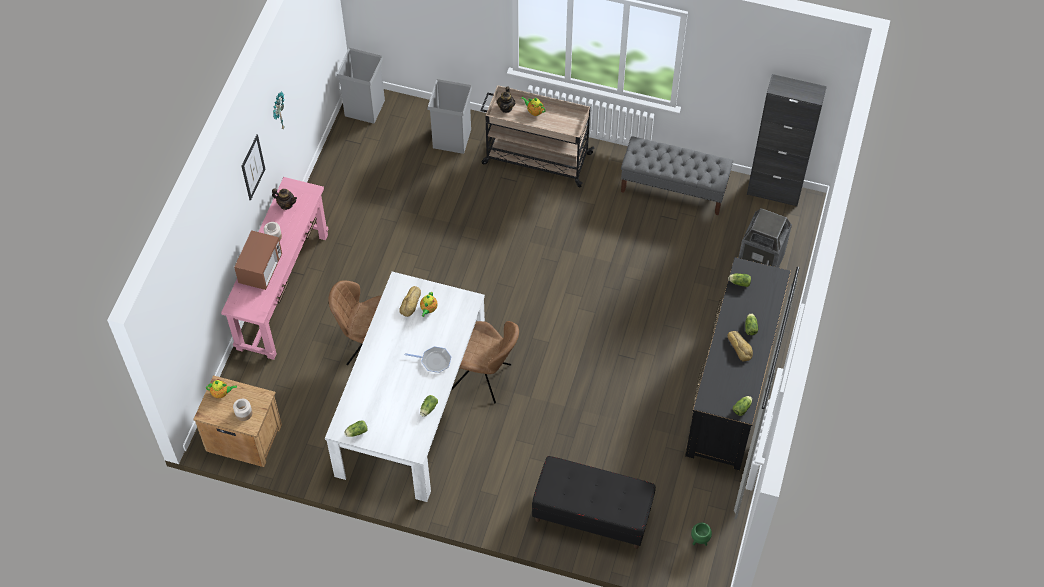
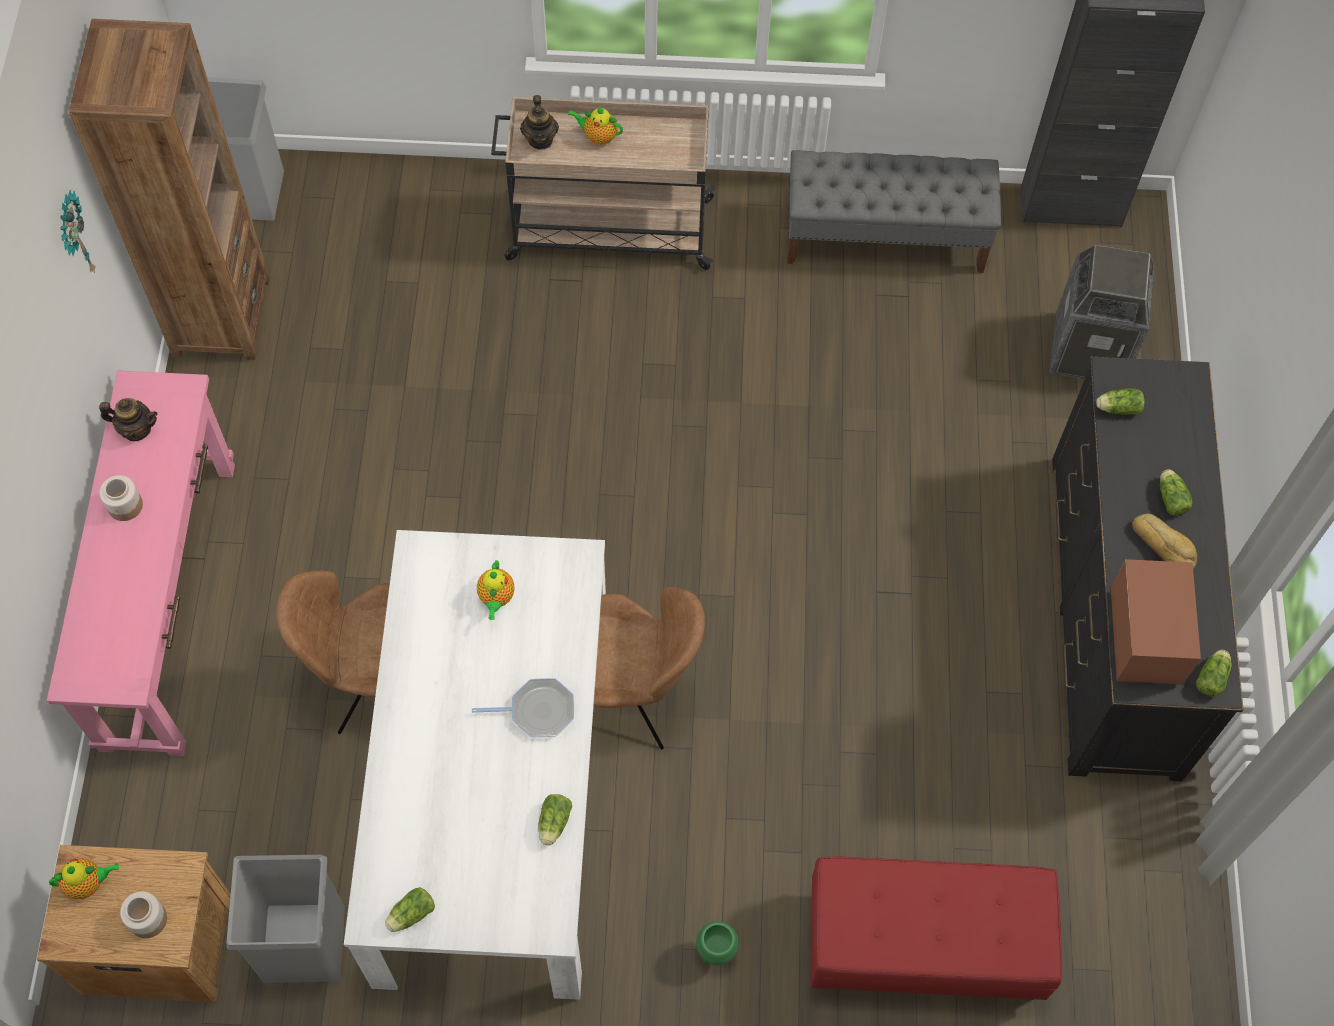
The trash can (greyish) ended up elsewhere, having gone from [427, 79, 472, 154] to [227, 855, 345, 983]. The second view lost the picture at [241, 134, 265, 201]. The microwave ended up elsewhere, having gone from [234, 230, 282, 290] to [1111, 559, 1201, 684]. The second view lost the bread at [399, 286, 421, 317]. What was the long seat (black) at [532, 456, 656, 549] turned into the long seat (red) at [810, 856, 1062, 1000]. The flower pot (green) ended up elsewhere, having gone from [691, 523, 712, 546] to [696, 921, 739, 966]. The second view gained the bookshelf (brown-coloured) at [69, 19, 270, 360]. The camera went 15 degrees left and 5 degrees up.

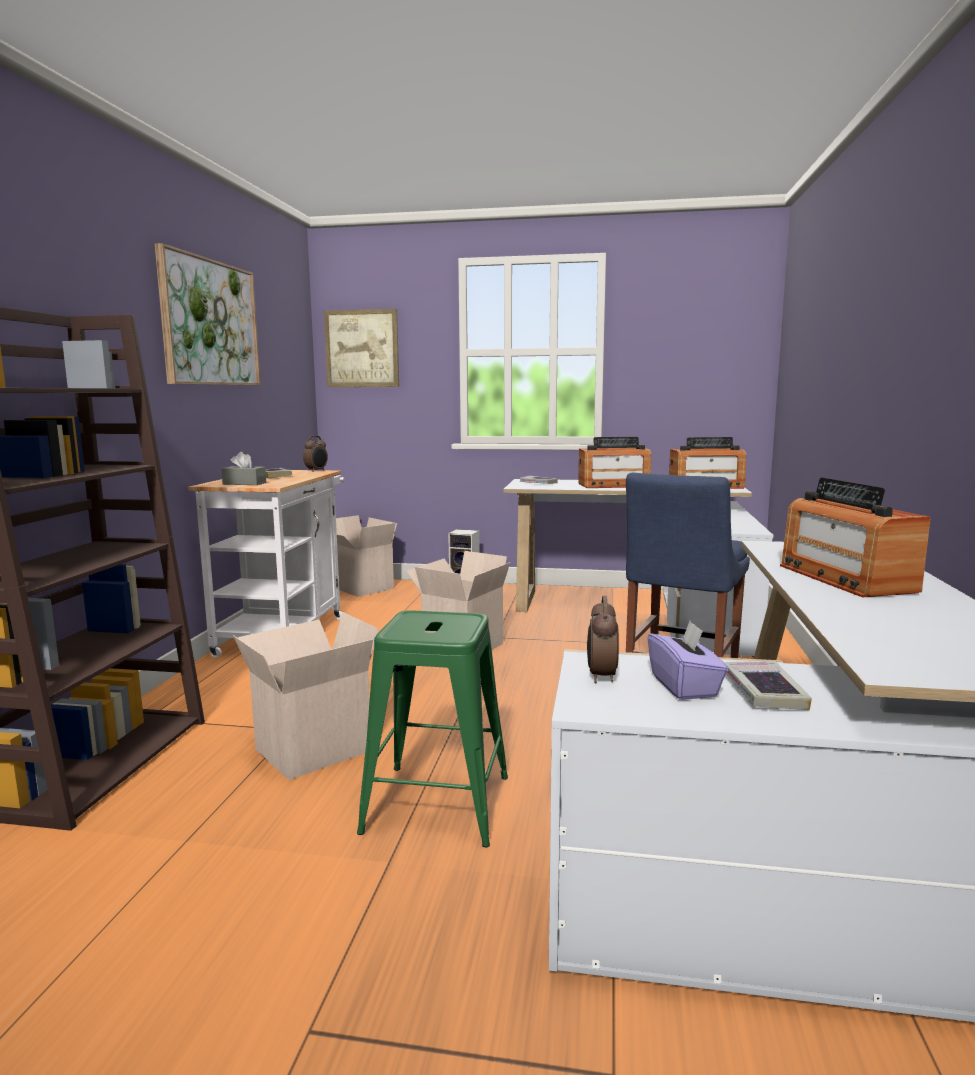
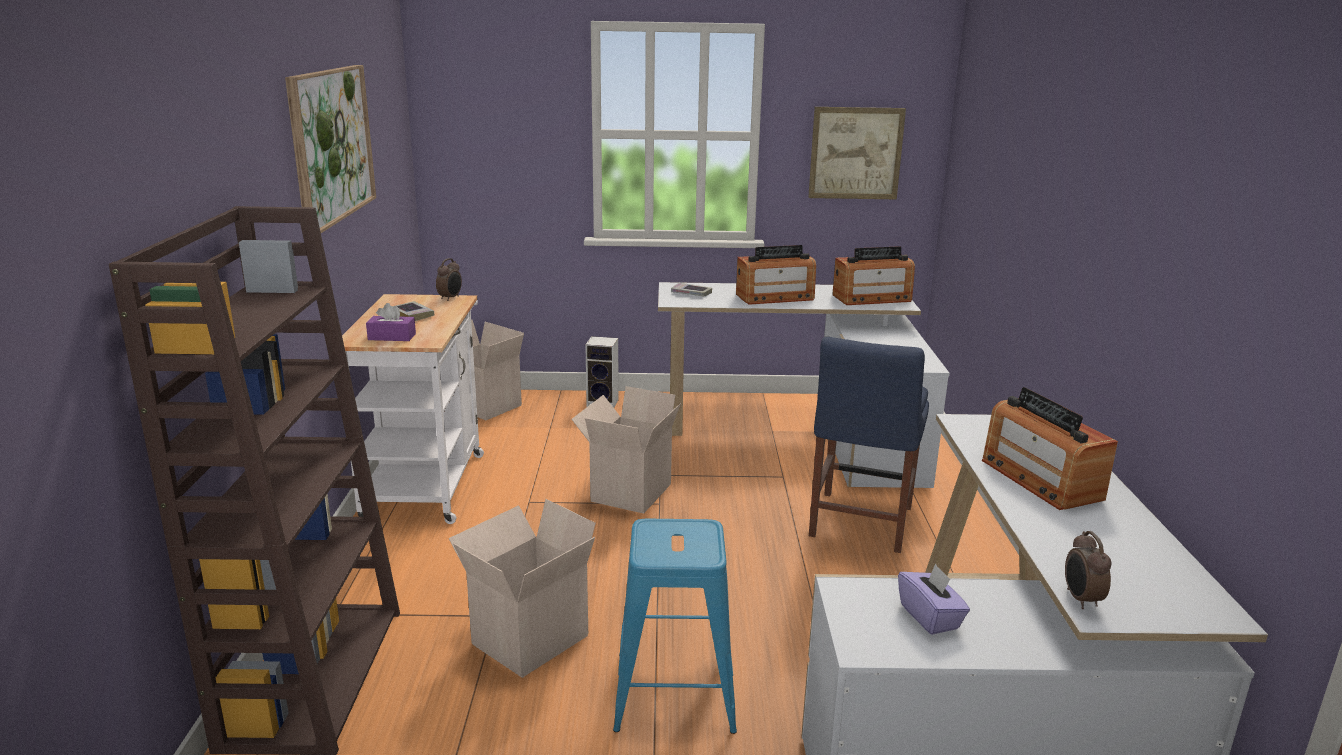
The picture ended up elsewhere, having gone from [324, 309, 399, 387] to [808, 107, 906, 199]. What was the tissue holder (greyish) at [221, 452, 266, 485] turned into the tissue holder (purplish) at [366, 303, 416, 341]. The alarm clock ended up elsewhere, having gone from [587, 596, 619, 683] to [1065, 531, 1112, 609]. What was the sitting stool (green) at [357, 610, 508, 847] turned into the sitting stool (bluish) at [613, 519, 737, 734]. The second view lost the volume at [725, 661, 812, 710]. The camera went 10 degrees left and 10 degrees up.

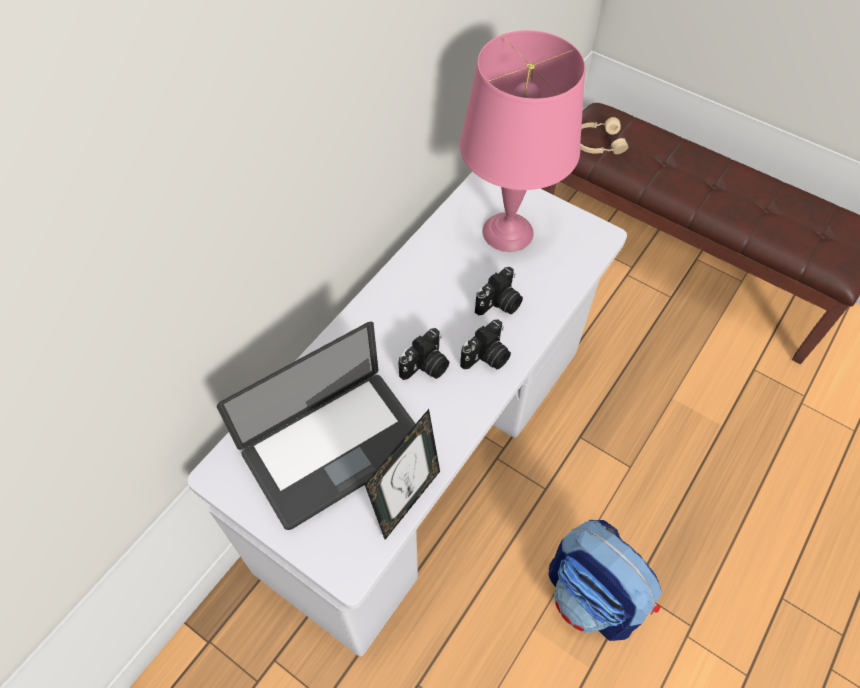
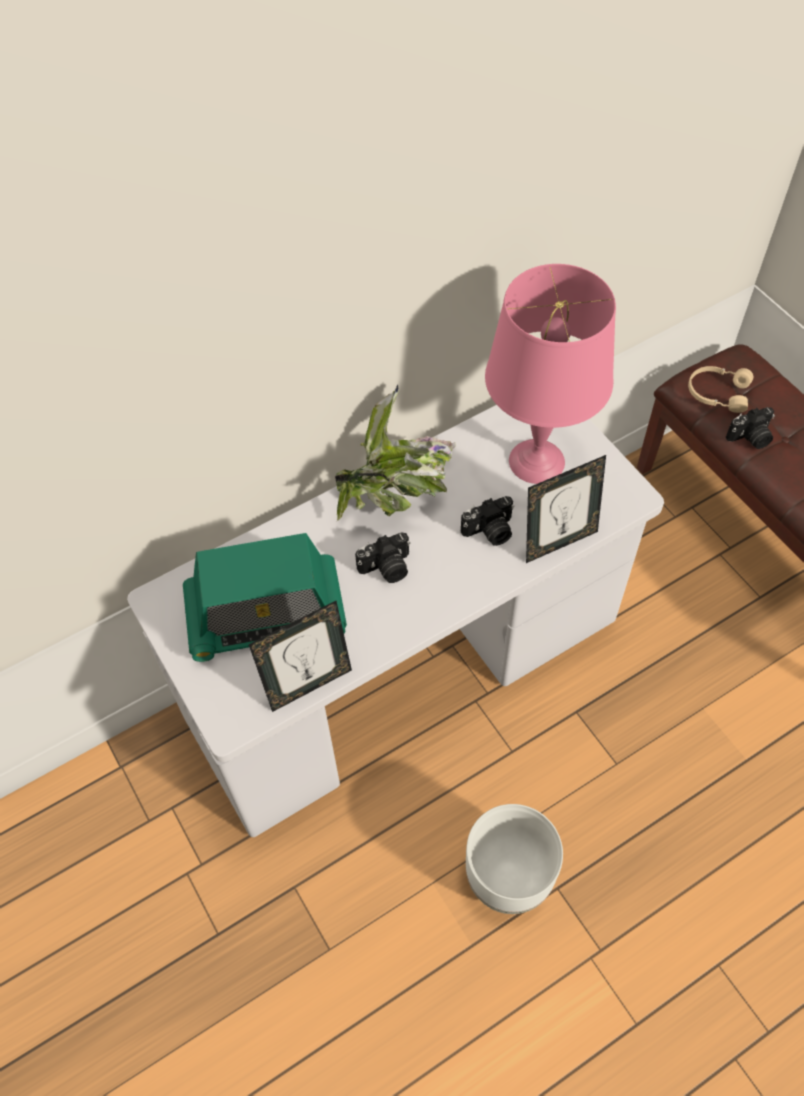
The photo camera ended up elsewhere, having gone from [460, 319, 511, 369] to [726, 407, 775, 449]. Where the laptop stood at [217, 322, 415, 530], the radio came to stand at [183, 533, 347, 662]. Where the rucksack stood at [549, 520, 662, 641], the flower pot (whitish) came to stand at [466, 804, 563, 914]. The second view gained the houseplant at [335, 384, 455, 522]. The second view gained the picture frame at [526, 455, 606, 563]. The camera went 25 degrees right and 0 degrees up.

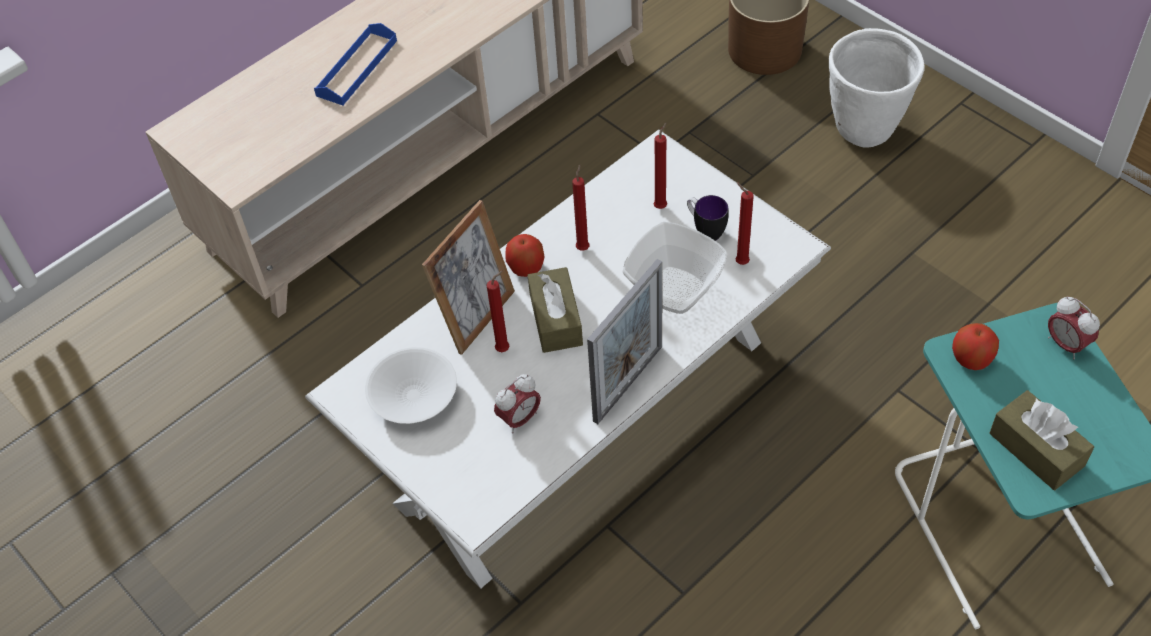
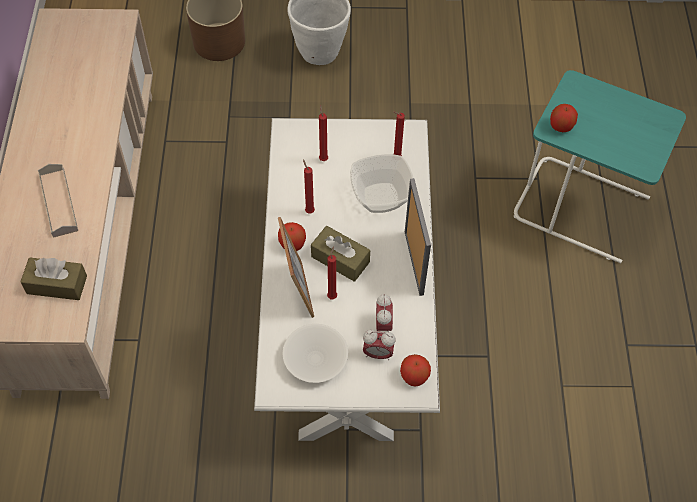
What was the carrying tray (bluish) at [314, 23, 397, 106] turned into the carrying tray (greyish) at [38, 164, 78, 238]. The second view lost the mug at [687, 195, 729, 241]. The alarm clock ended up elsewhere, having gone from [1048, 296, 1100, 359] to [363, 330, 396, 360]. The tissue holder (brown-coloured) ended up elsewhere, having gone from [990, 390, 1094, 490] to [20, 257, 87, 300]. The second view gained the apple fruit at [400, 354, 431, 387]. The camera went 50 degrees left and 5 degrees up.

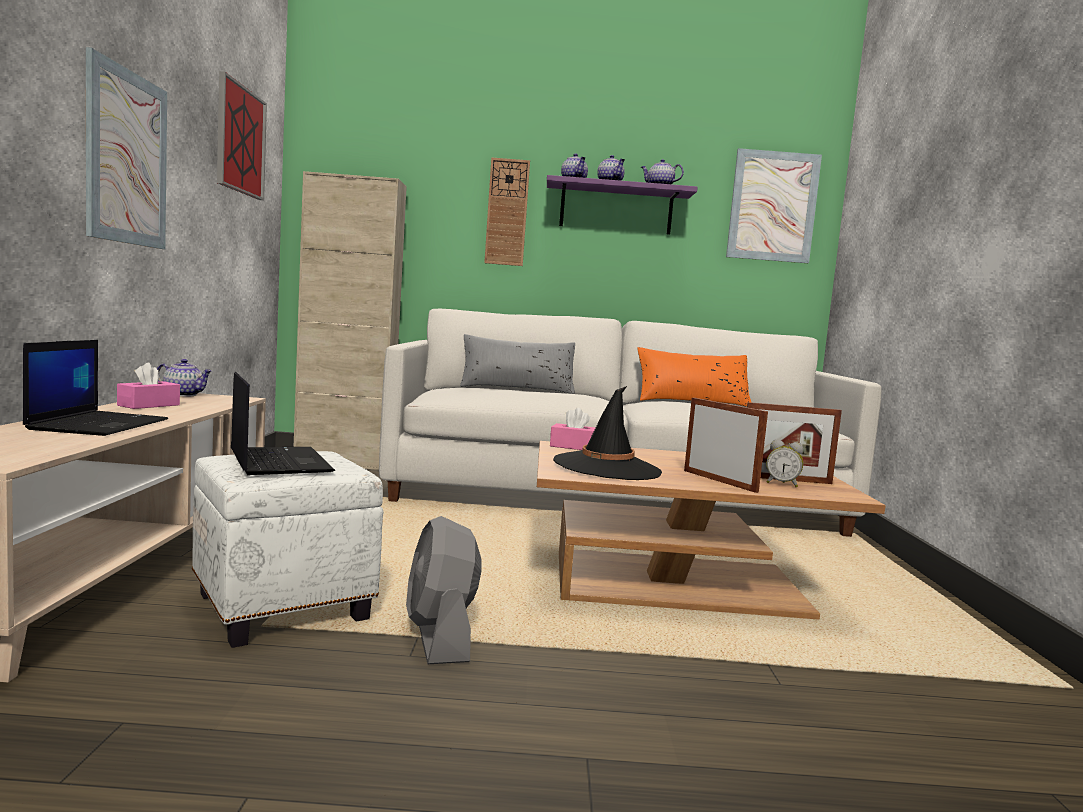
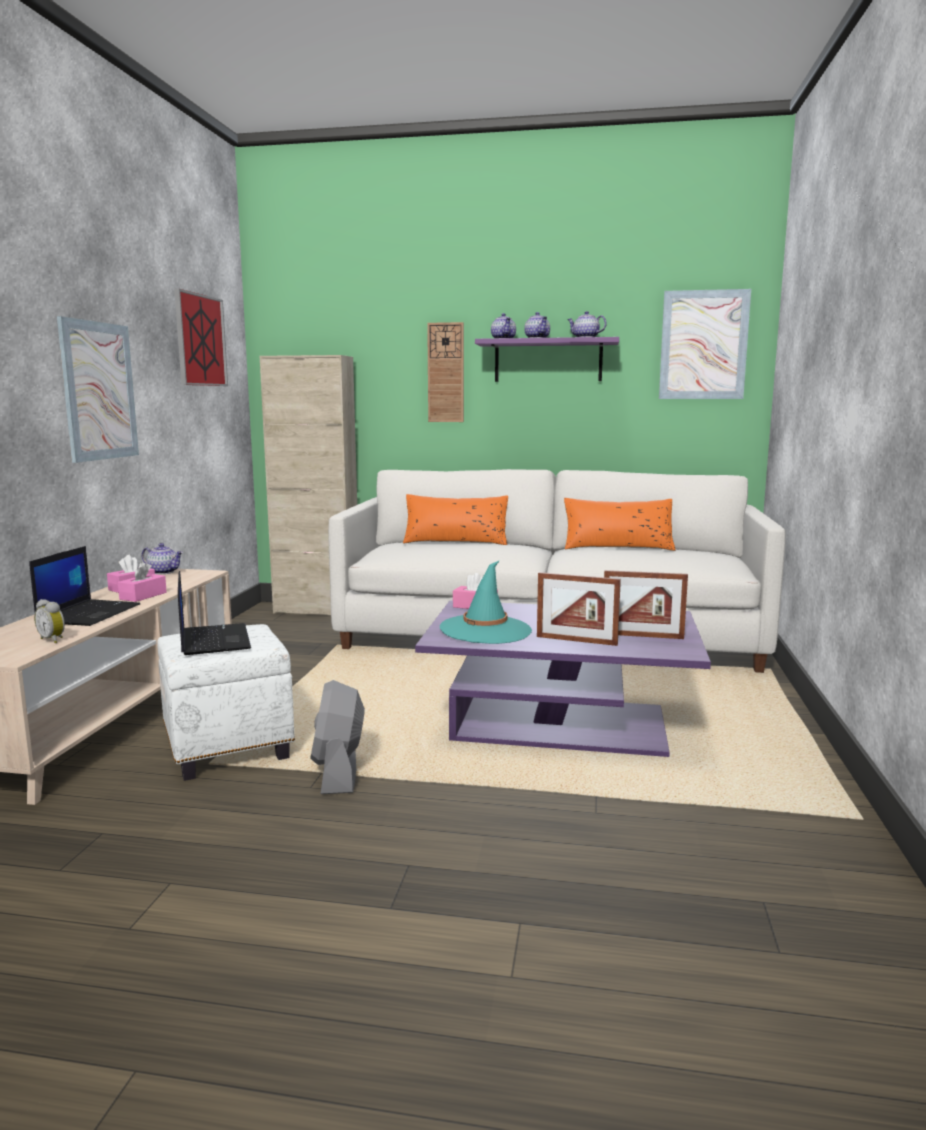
What was the cushion (greyish) at [460, 334, 575, 394] turned into the cushion (orange-coloured) at [403, 494, 508, 545]. What was the hat (black) at [553, 386, 662, 480] turned into the hat (turquoise) at [440, 560, 532, 644]. The picture frame at [684, 398, 768, 493] ended up facing another way, 135 degrees clockwise from before. The alarm clock ended up elsewhere, having gone from [766, 440, 803, 487] to [34, 599, 65, 643]. What was the lounge table (brown-coloured) at [537, 441, 886, 620] turned into the lounge table (purplish) at [415, 600, 711, 757]. The second view gained the tissue holder (pinkish) at [118, 562, 167, 602]. The camera went 10 degrees right and 5 degrees up.

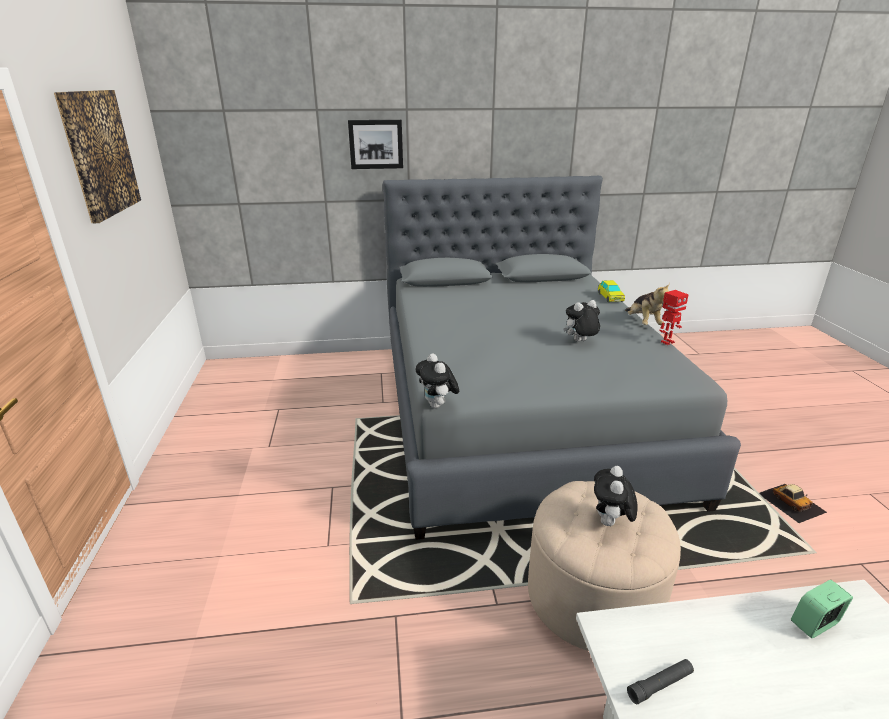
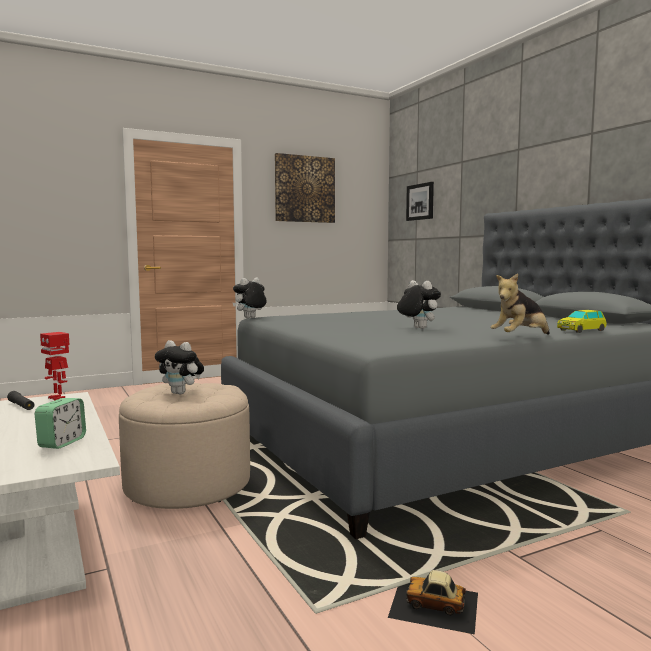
The picture ended up elsewhere, having gone from [348, 120, 403, 169] to [406, 182, 434, 221]. The model robot ended up elsewhere, having gone from [659, 290, 689, 345] to [40, 332, 69, 400]. The plush toy at [594, 466, 638, 526] ended up facing another way, 150 degrees counterclockwise from before. The miniature car at [760, 484, 827, 523] ended up facing another way, 60 degrees clockwise from before. The alarm clock at [791, 580, 853, 638] ended up facing another way, 60 degrees clockwise from before. The camera went 70 degrees right and 20 degrees down.

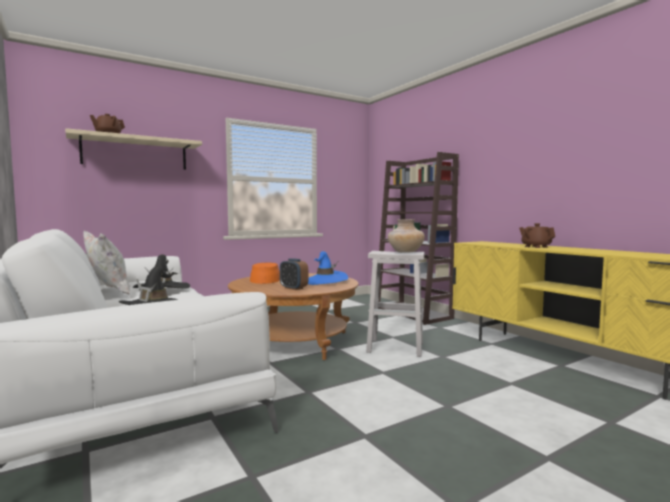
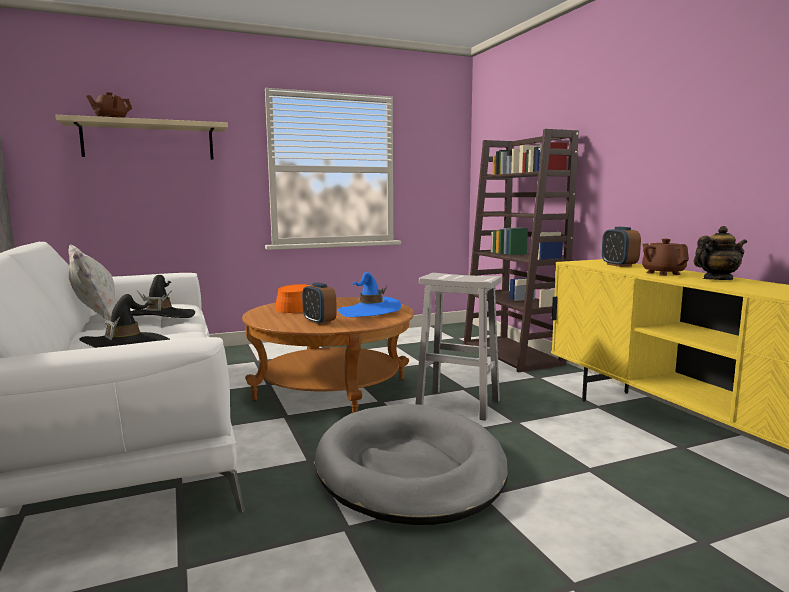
The second view lost the decorative vase (sand-coloured) at [388, 219, 425, 253]. The second view gained the teapot at [694, 226, 747, 280]. The second view gained the alarm clock at [602, 227, 641, 267]. The second view gained the dog bed (greyish) at [315, 404, 508, 525]. The camera went 10 degrees right and 5 degrees up.

